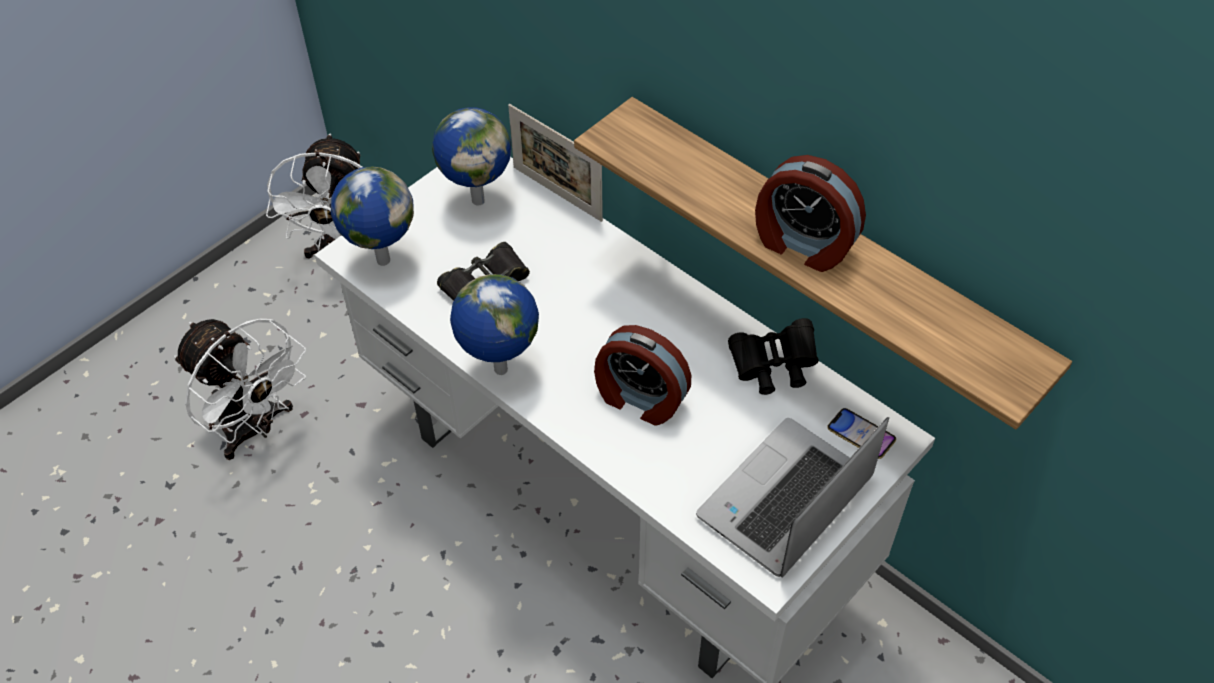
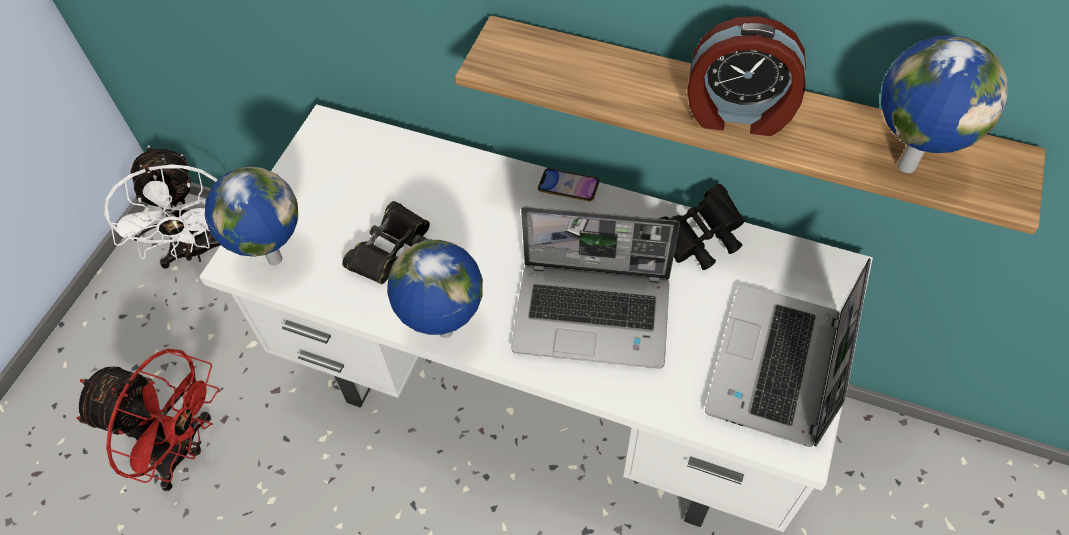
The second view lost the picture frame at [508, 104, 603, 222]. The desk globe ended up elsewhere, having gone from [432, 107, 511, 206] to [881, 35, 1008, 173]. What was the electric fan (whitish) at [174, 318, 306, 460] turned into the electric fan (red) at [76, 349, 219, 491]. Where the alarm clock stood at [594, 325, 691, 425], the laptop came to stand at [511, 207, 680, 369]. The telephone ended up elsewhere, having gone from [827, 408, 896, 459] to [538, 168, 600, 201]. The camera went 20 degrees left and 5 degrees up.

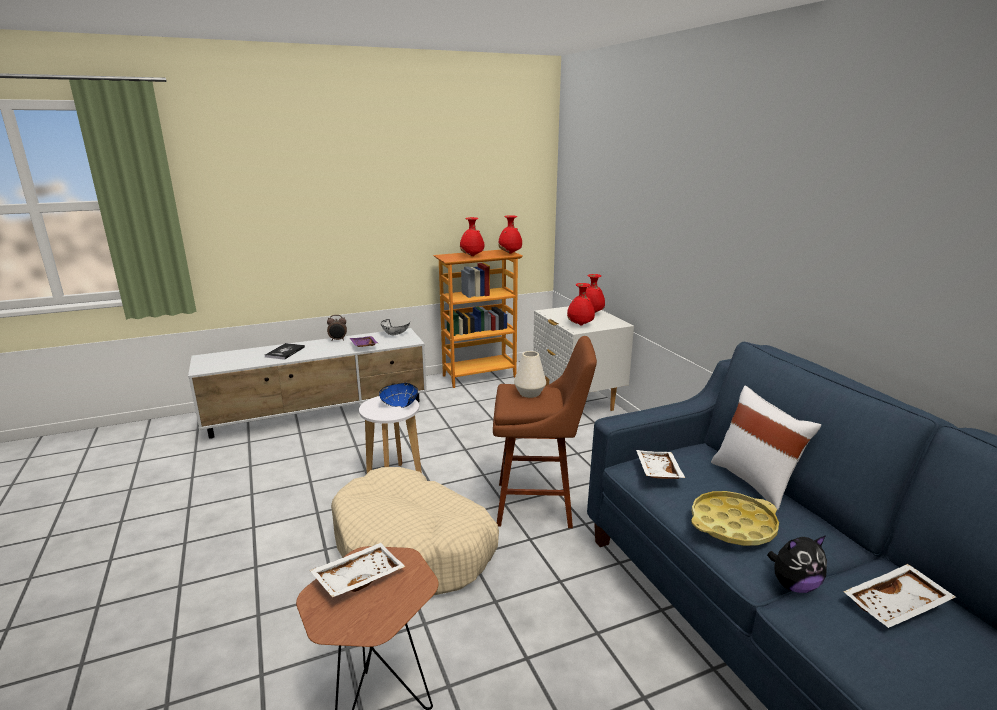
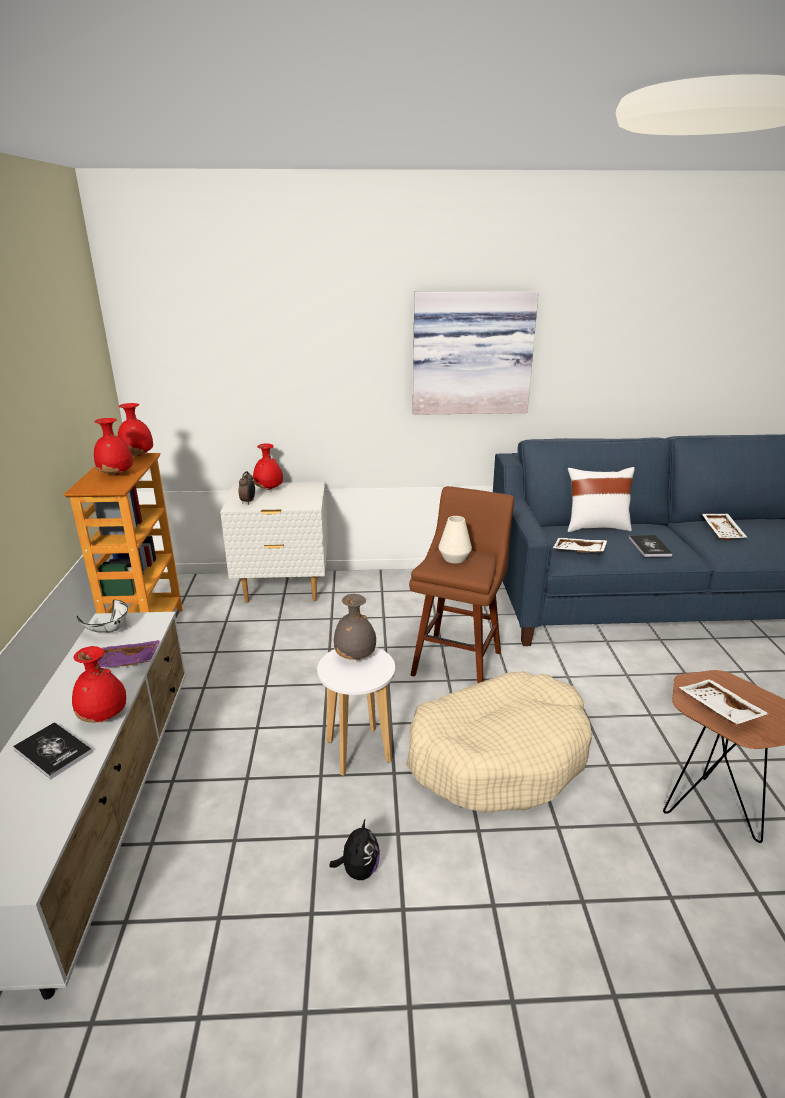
The decorative vase (red) ended up elsewhere, having gone from [567, 283, 595, 325] to [72, 646, 126, 723]. The alarm clock ended up elsewhere, having gone from [327, 315, 347, 341] to [239, 471, 255, 505]. Where the bowl (bluish) stood at [379, 383, 418, 408], the decorative vase (greyish) came to stand at [334, 594, 376, 660]. Where the carrying tray (yellowish) stood at [691, 491, 779, 546], the volume came to stand at [629, 535, 673, 557]. The plush toy ended up elsewhere, having gone from [767, 535, 827, 593] to [329, 818, 380, 880]. The second view gained the picture at [413, 291, 539, 415]. The camera went 70 degrees left and 5 degrees up.

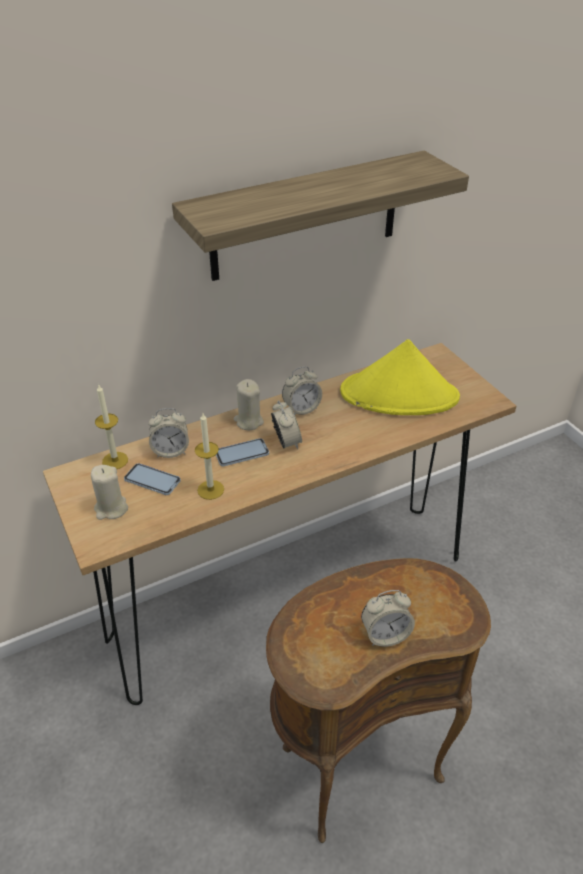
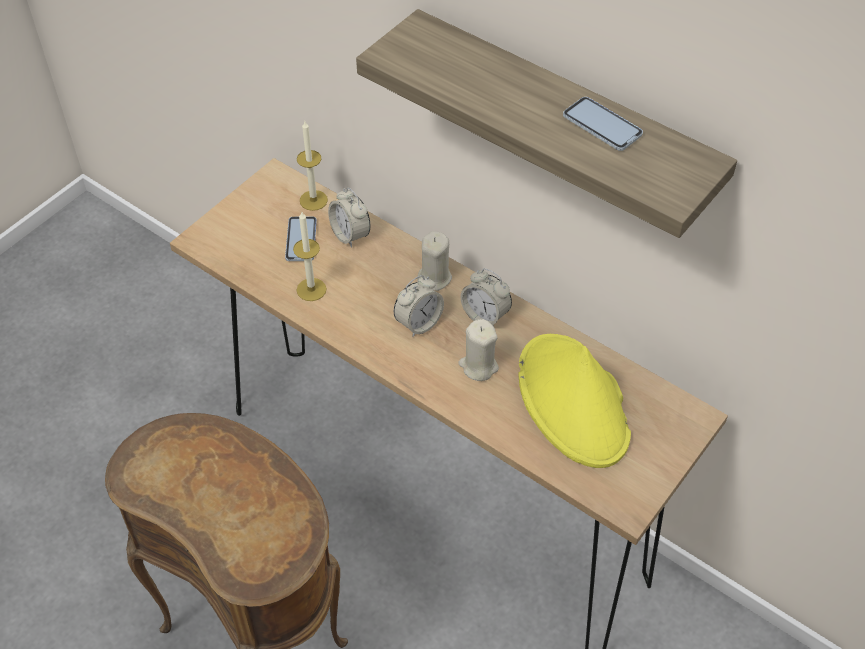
The telephone ended up elsewhere, having gone from [216, 438, 269, 466] to [563, 97, 643, 151]. The candle (sand-coloured) ended up elsewhere, having gone from [91, 465, 128, 520] to [458, 319, 499, 381]. The second view lost the alarm clock at [361, 590, 415, 647]. The camera went 65 degrees right and 10 degrees up.

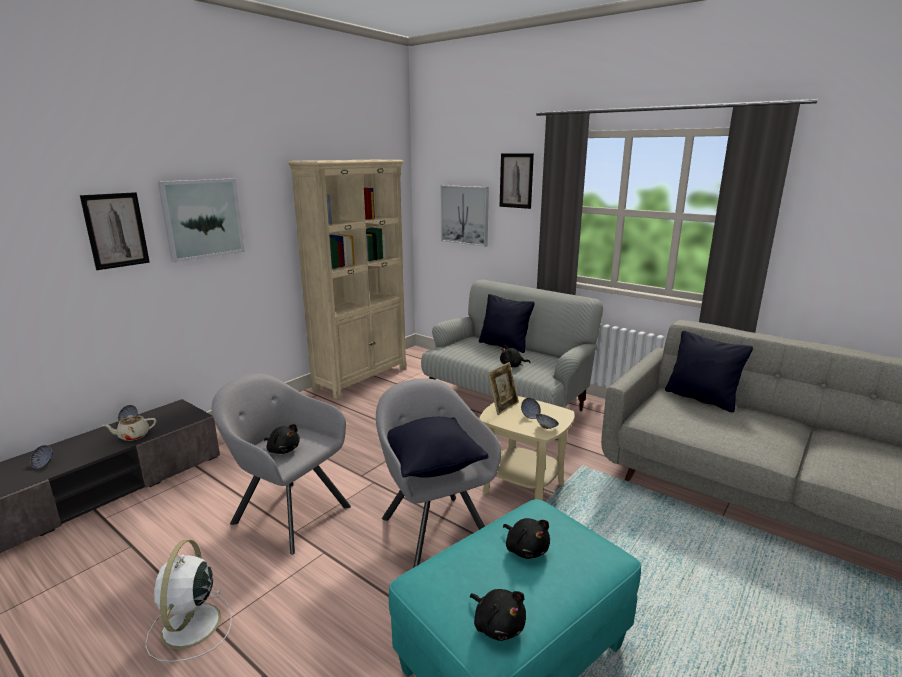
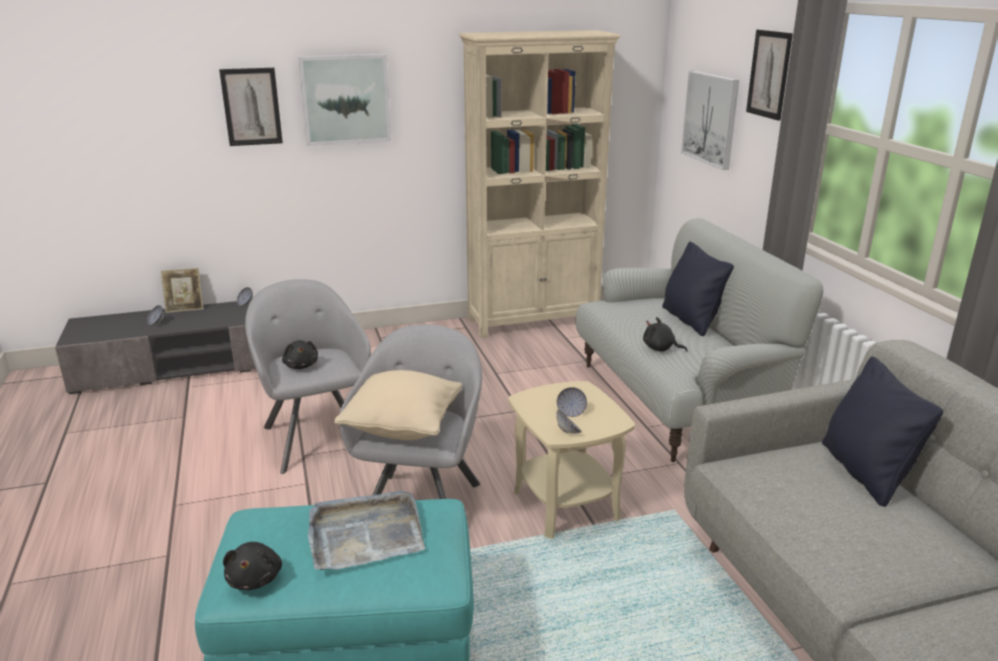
The picture frame ended up elsewhere, having gone from [488, 362, 519, 415] to [161, 268, 203, 313]. The second view lost the teapot (sand-coloured) at [102, 415, 156, 441]. What was the cushion (black) at [387, 417, 488, 478] turned into the cushion (sand-coloured) at [334, 370, 463, 440]. Where the plush toy (black) stood at [503, 518, 550, 559], the carrying tray (greyish) came to stand at [308, 491, 425, 570]. The second view lost the electric fan (whitish) at [145, 540, 232, 662]. The camera went 35 degrees right and 5 degrees up.

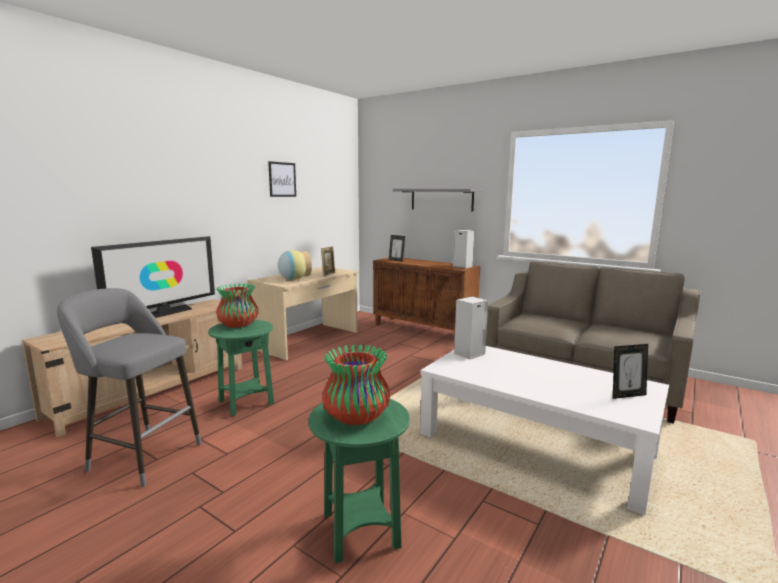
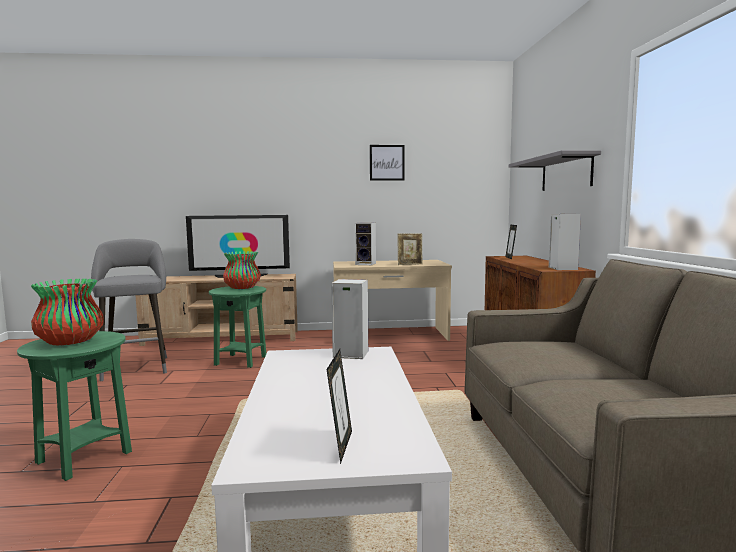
Where the decorative vase stood at [278, 250, 312, 280], the speaker came to stand at [355, 223, 376, 265]. The picture frame at [613, 344, 648, 399] ended up facing another way, 120 degrees counterclockwise from before. The camera went 50 degrees right and 5 degrees down.

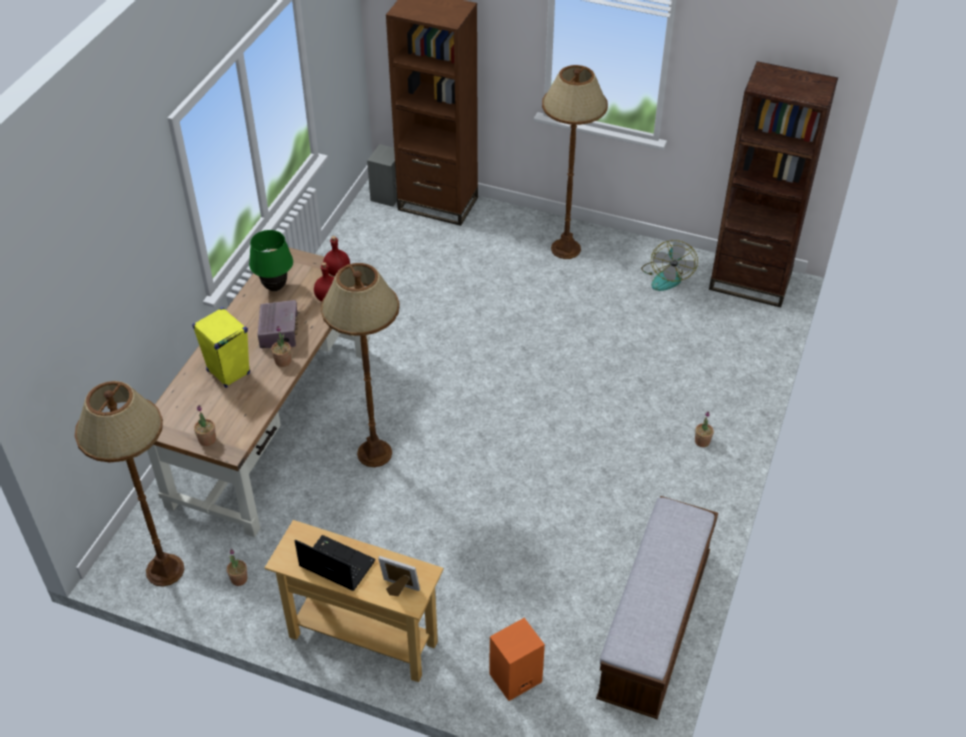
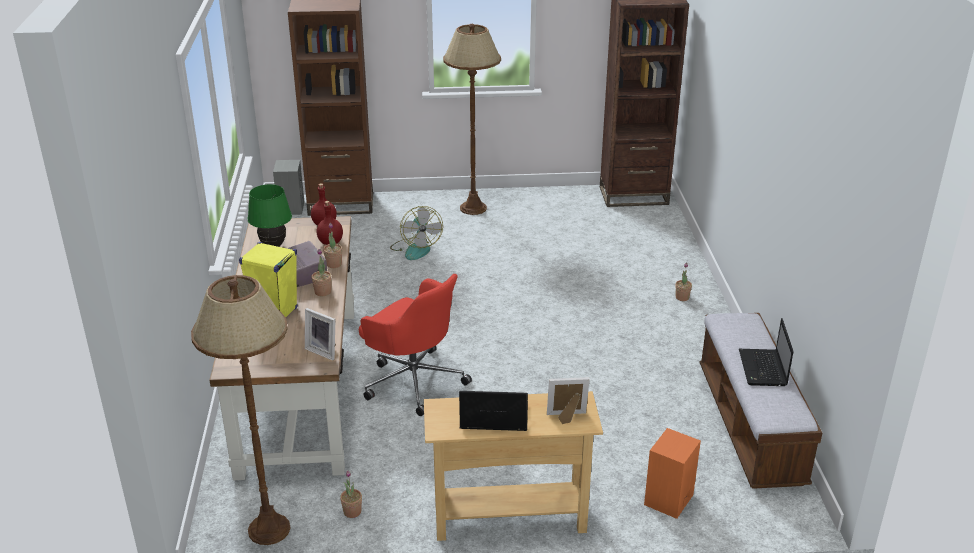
The electric fan ended up elsewhere, having gone from [641, 240, 698, 291] to [390, 206, 443, 260]. Where the floor lamp (brown-coloured) stood at [321, 263, 399, 467], the office chair (red) came to stand at [359, 274, 472, 416]. The houseplant ended up elsewhere, having gone from [194, 405, 216, 446] to [323, 223, 342, 268]. The second view gained the picture frame at [305, 308, 336, 361]. The second view gained the laptop at [739, 318, 794, 386]. The camera went 25 degrees left and 15 degrees down.

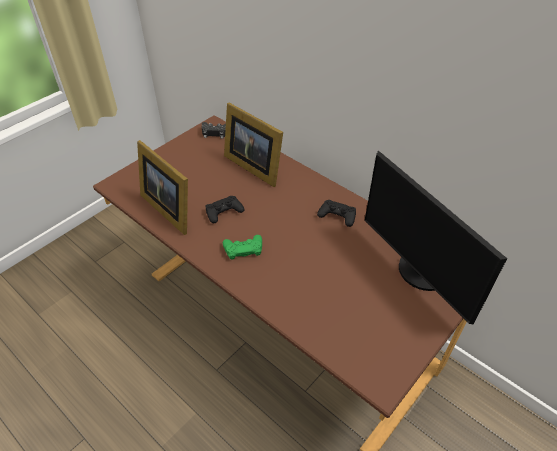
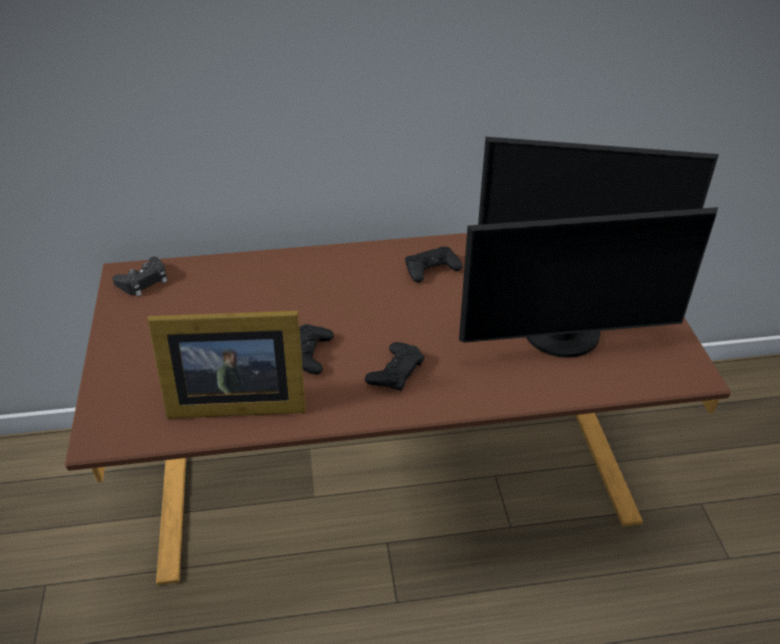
The second view lost the picture frame at [224, 103, 283, 187]. What was the joypad (green) at [223, 235, 262, 259] turned into the joypad (black) at [365, 342, 425, 391]. The second view gained the monitor at [459, 207, 718, 358]. The camera went 50 degrees left and 5 degrees down.

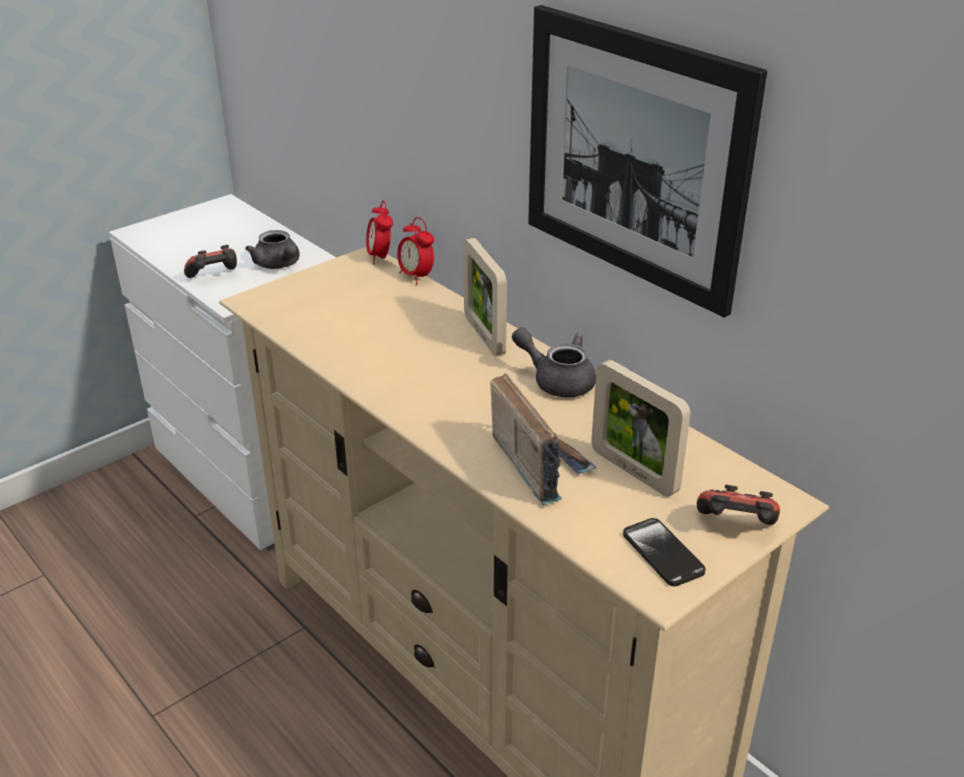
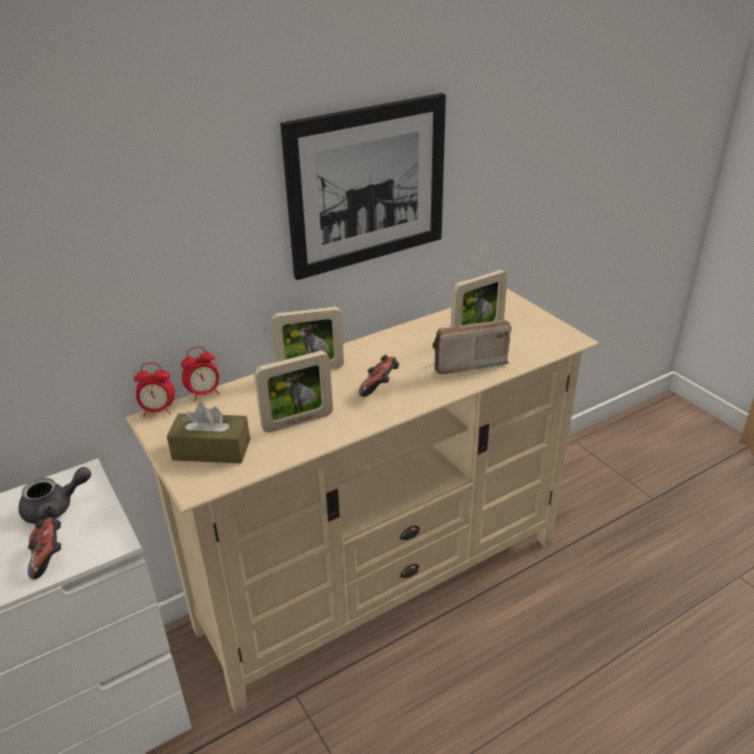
The second view lost the teapot (greyish) at [512, 327, 596, 397]. The joypad ended up elsewhere, having gone from [697, 485, 780, 525] to [359, 355, 399, 397]. The second view lost the telephone at [623, 518, 706, 586]. The second view gained the picture frame at [254, 351, 333, 433]. The second view gained the tissue holder (brown-coloured) at [167, 403, 250, 463]. The camera went 80 degrees left and 0 degrees up.

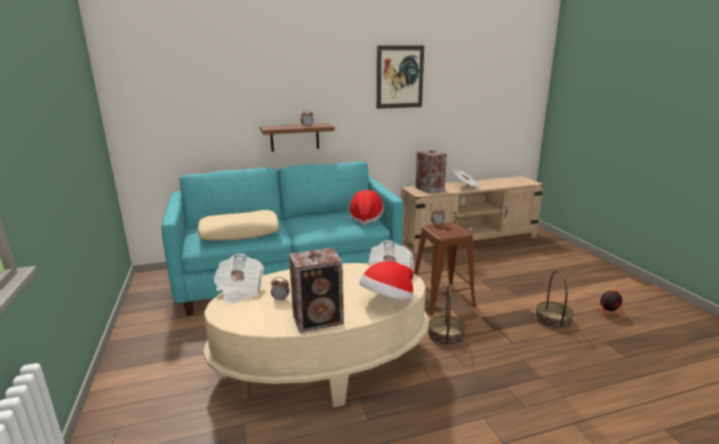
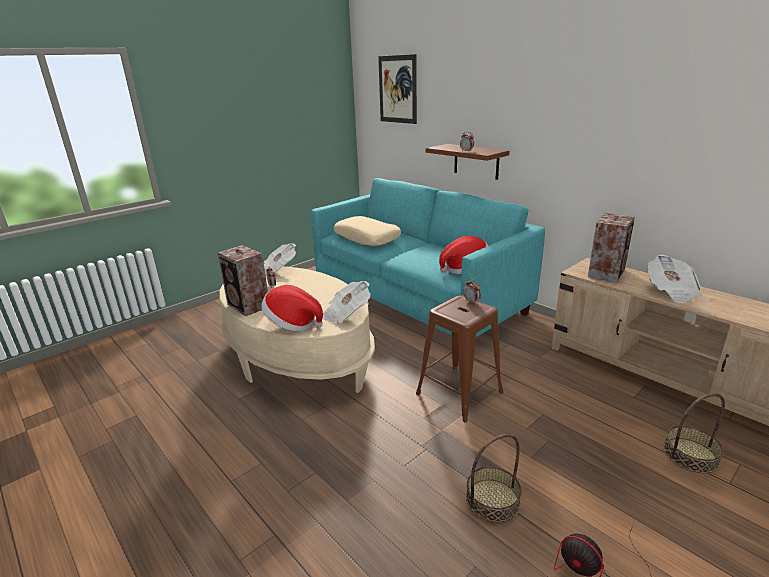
The picture ended up elsewhere, having gone from [377, 45, 424, 109] to [378, 54, 417, 124]. The basket ended up elsewhere, having gone from [428, 284, 466, 347] to [663, 393, 725, 474]. The camera went 65 degrees right and 5 degrees up.

